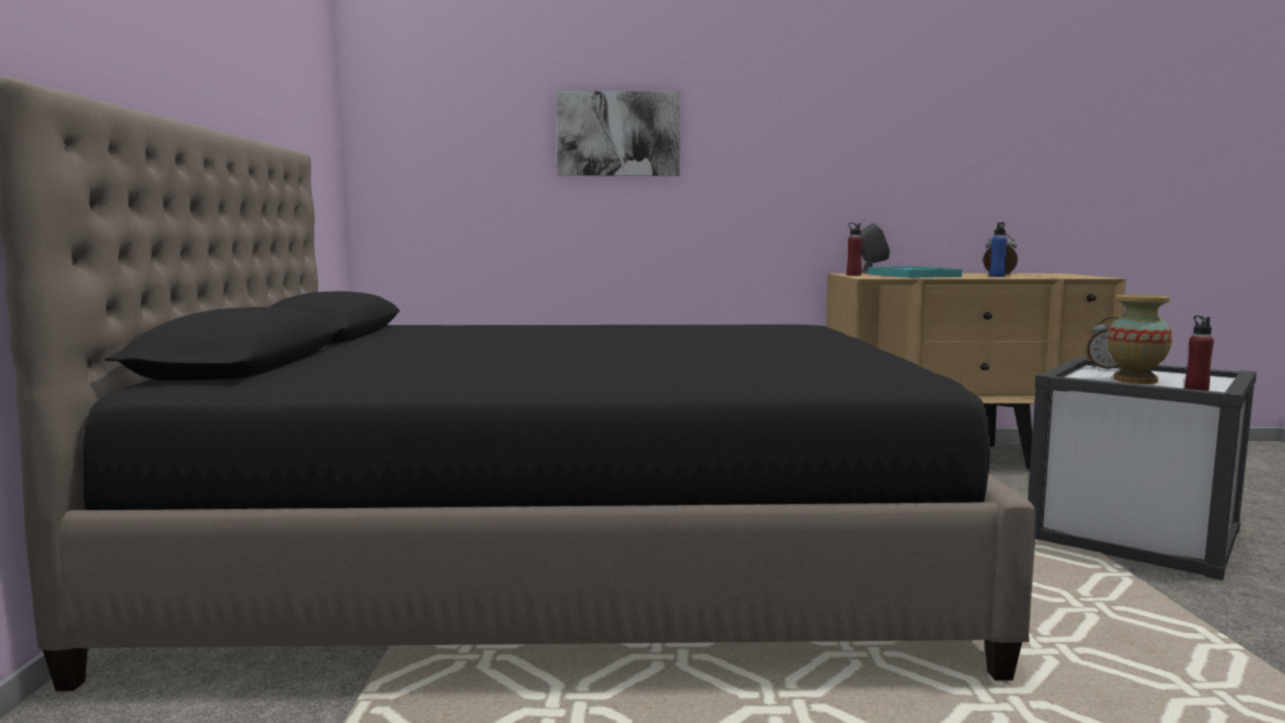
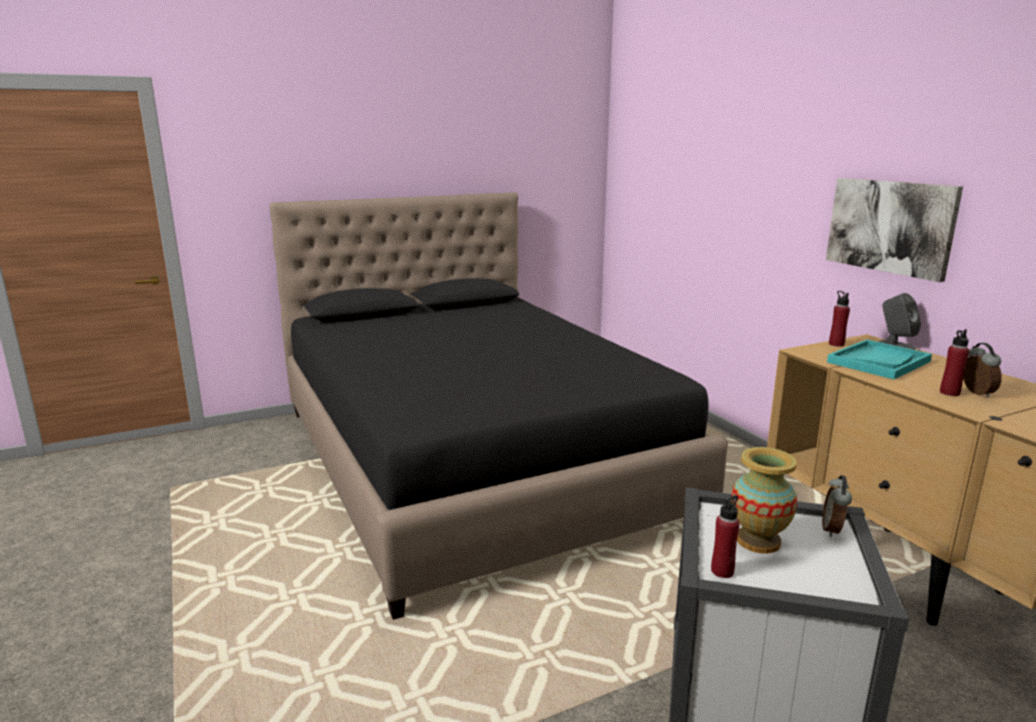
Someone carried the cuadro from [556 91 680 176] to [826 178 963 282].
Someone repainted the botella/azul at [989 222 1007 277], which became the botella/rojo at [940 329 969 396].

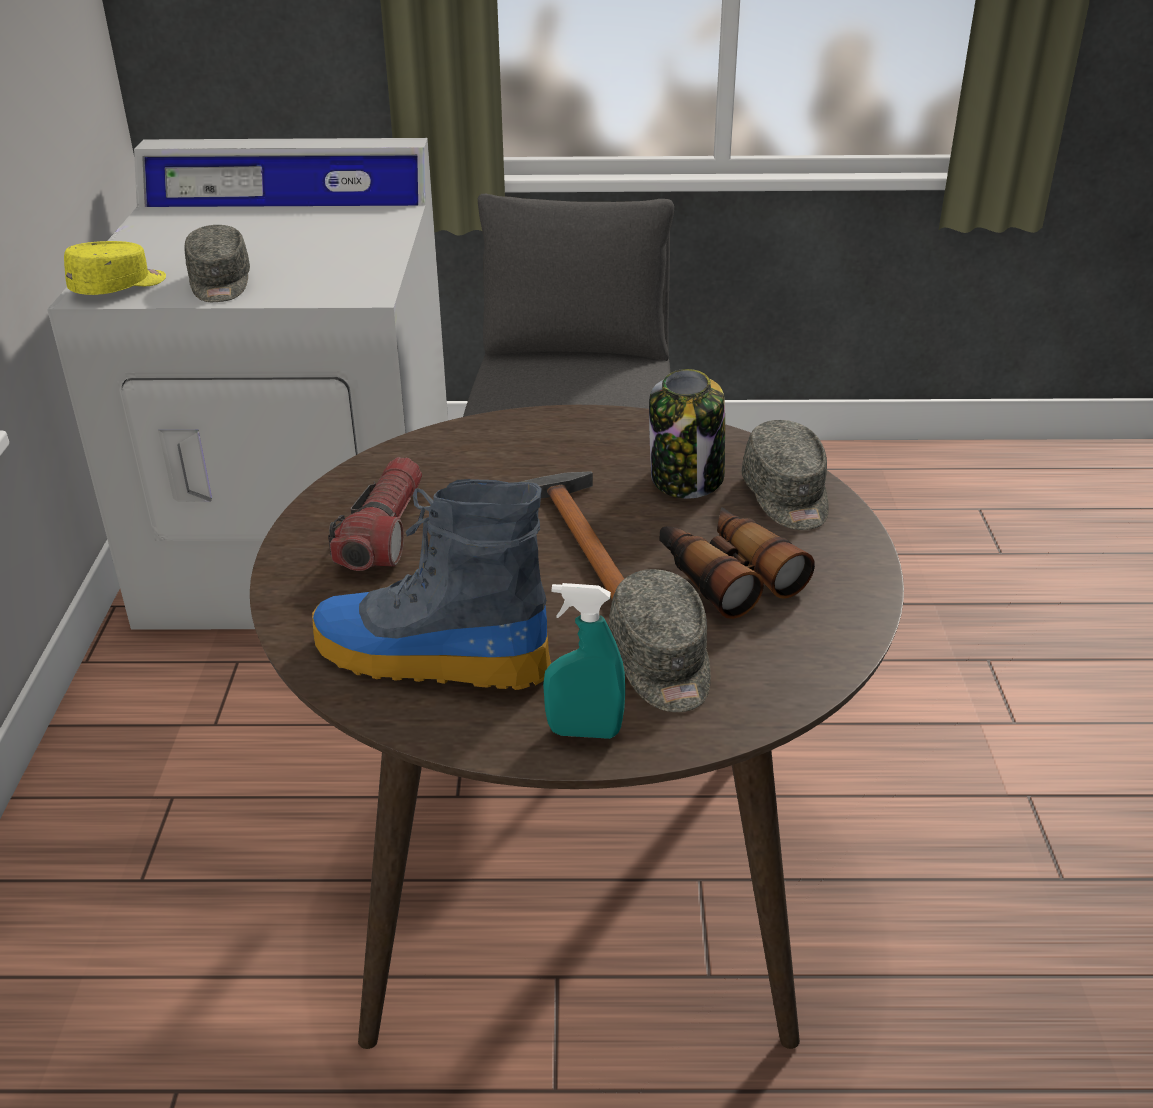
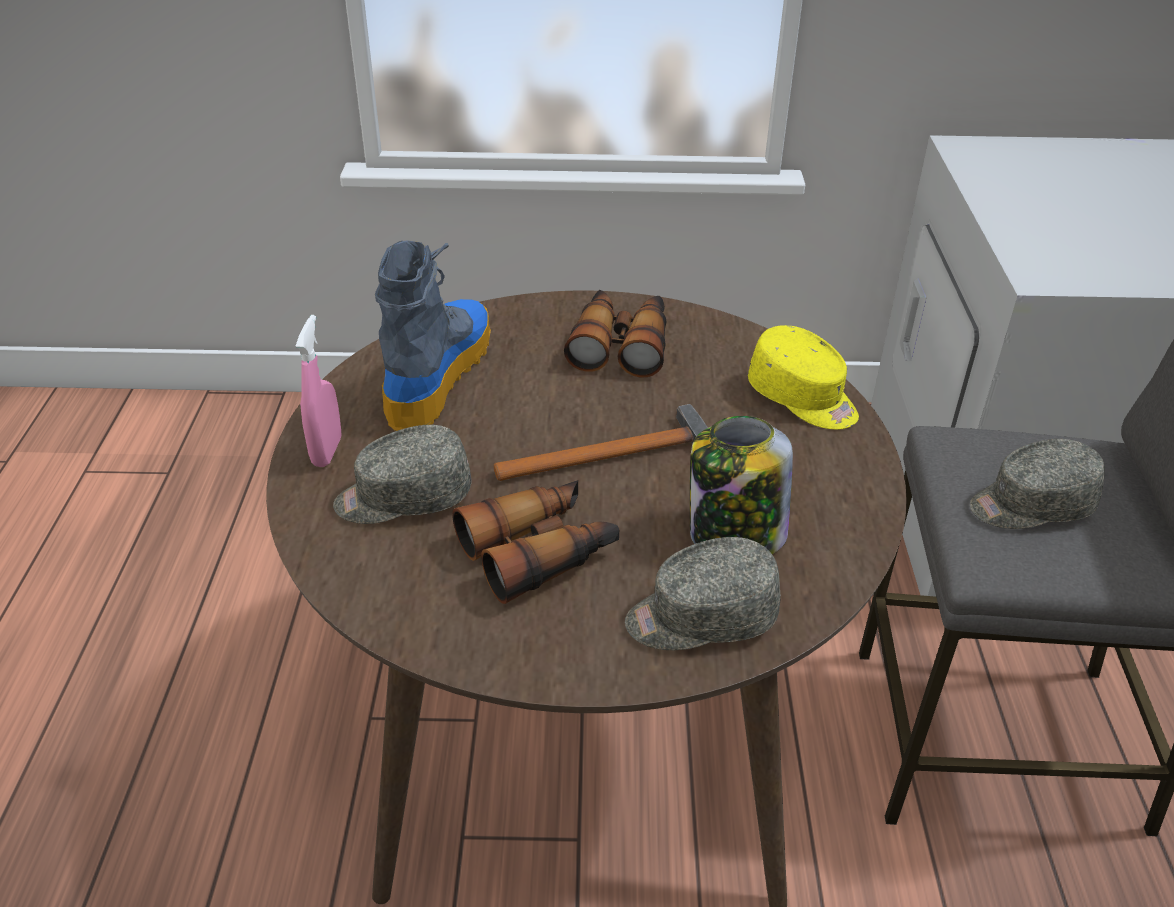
Someone repainted the pulverizador/turquesa at [543 583 625 739], which became the pulverizador/rosa at [295 315 342 467].
Someone swapped the linterna at [328 457 422 571] for the prismáticos at [564 290 667 377].
Someone carried the gorra/amarillo from [64 241 166 295] to [748 325 859 430].
Someone carried the gorra/gris from [184 225 250 302] to [970 439 1105 529].

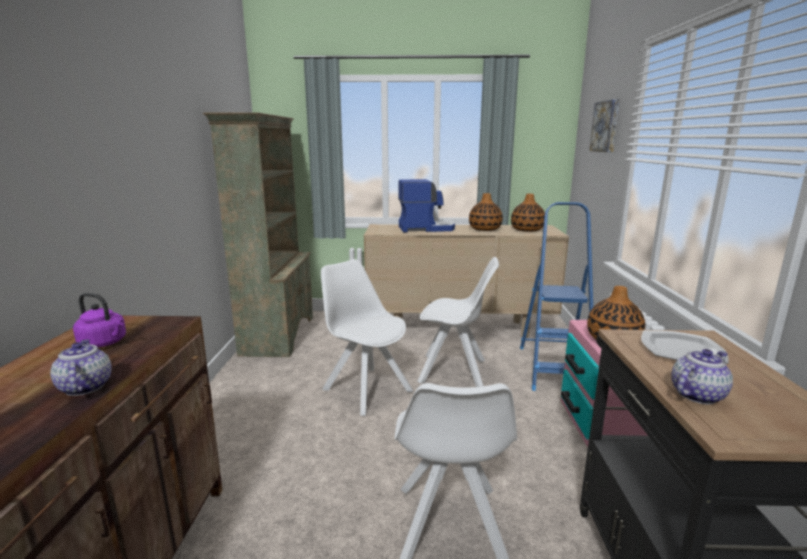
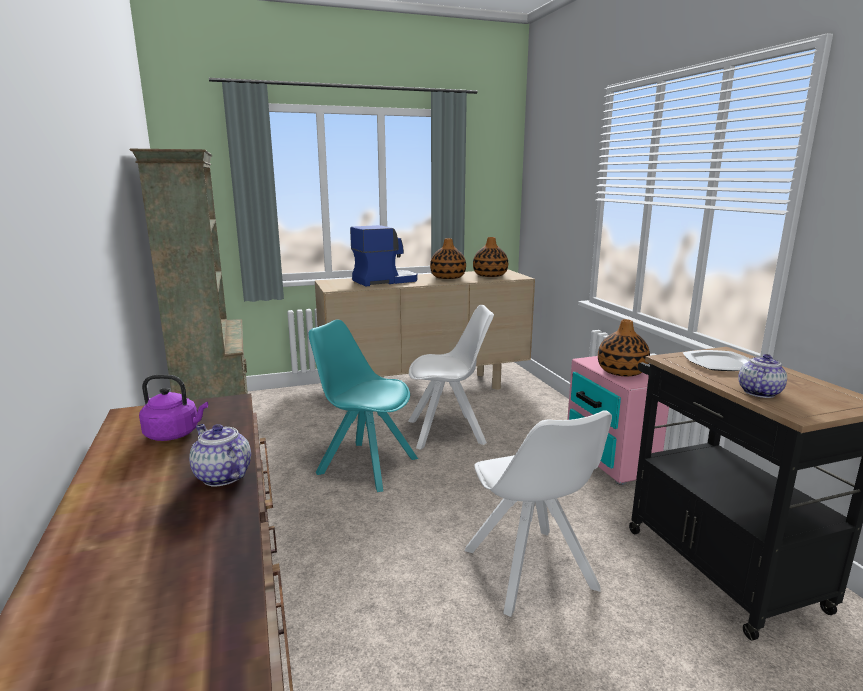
Someone repainted the silla/blanco at [321 259 413 416], which became the silla/turquesa at [309 319 418 492].
Someone took away the escalera de tijera/azul at [520 202 593 391].
Someone took away the cuadro at [589 99 620 152].

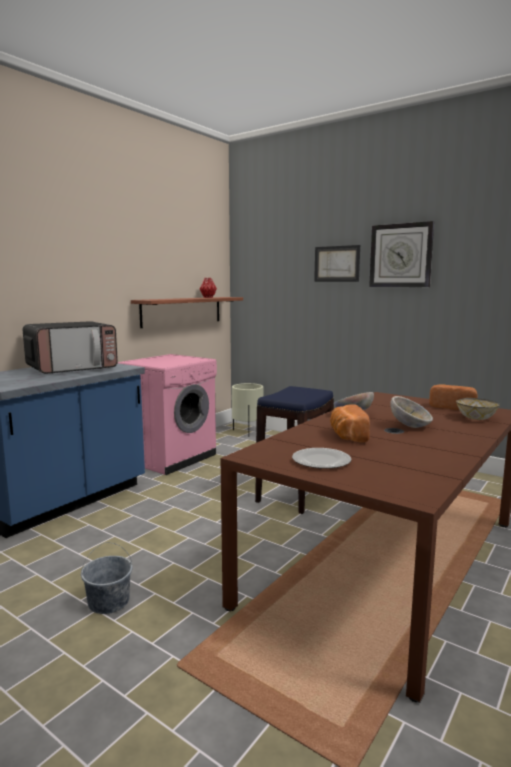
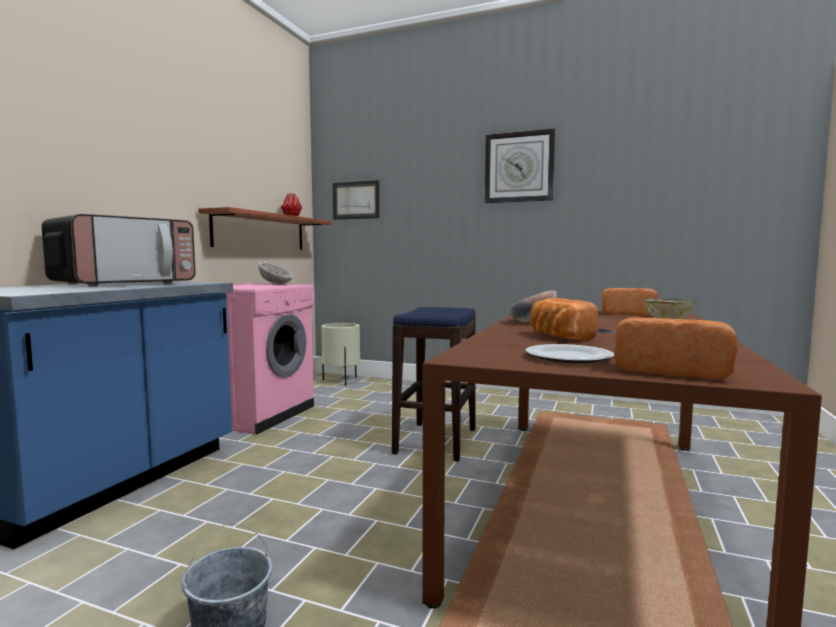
Someone carried the cuenco from [390 396 433 428] to [258 262 293 285].
Someone carried the cuadro from [314 245 360 282] to [333 180 379 220].
Someone put down the pan at [614 317 737 380].

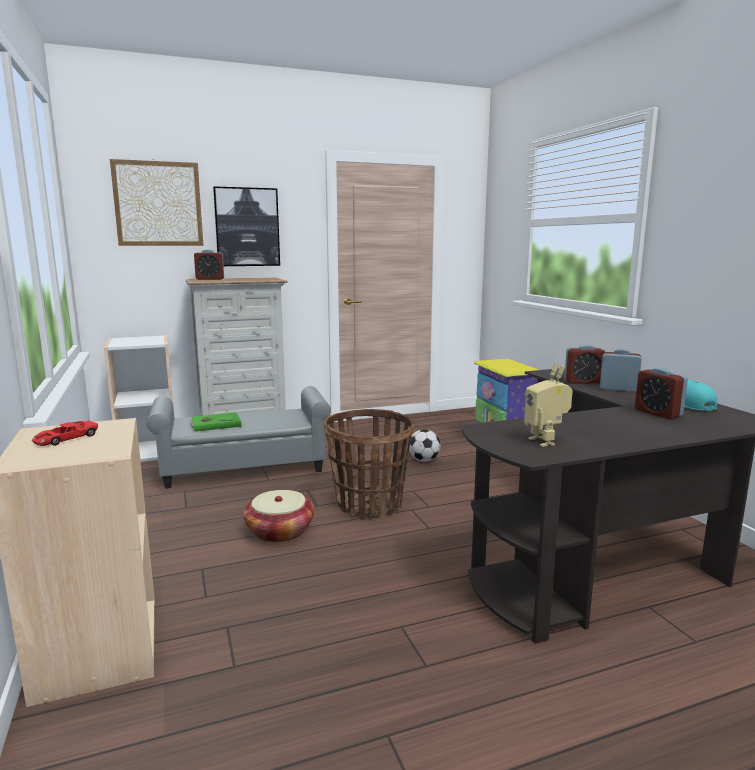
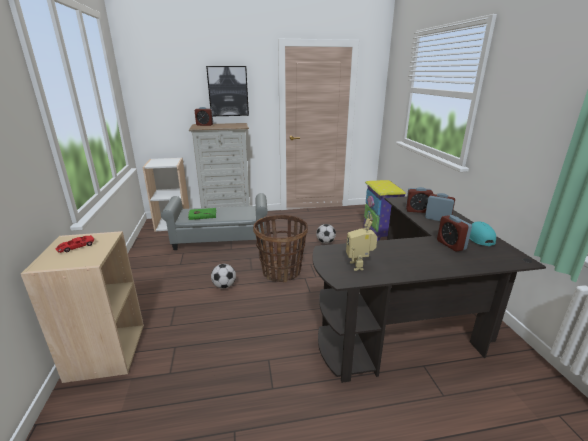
Someone swapped the cesta at [243 490 314 543] for the balón de fútbol at [211 264 236 289].
Someone took away the cuadro at [110 159 204 246].

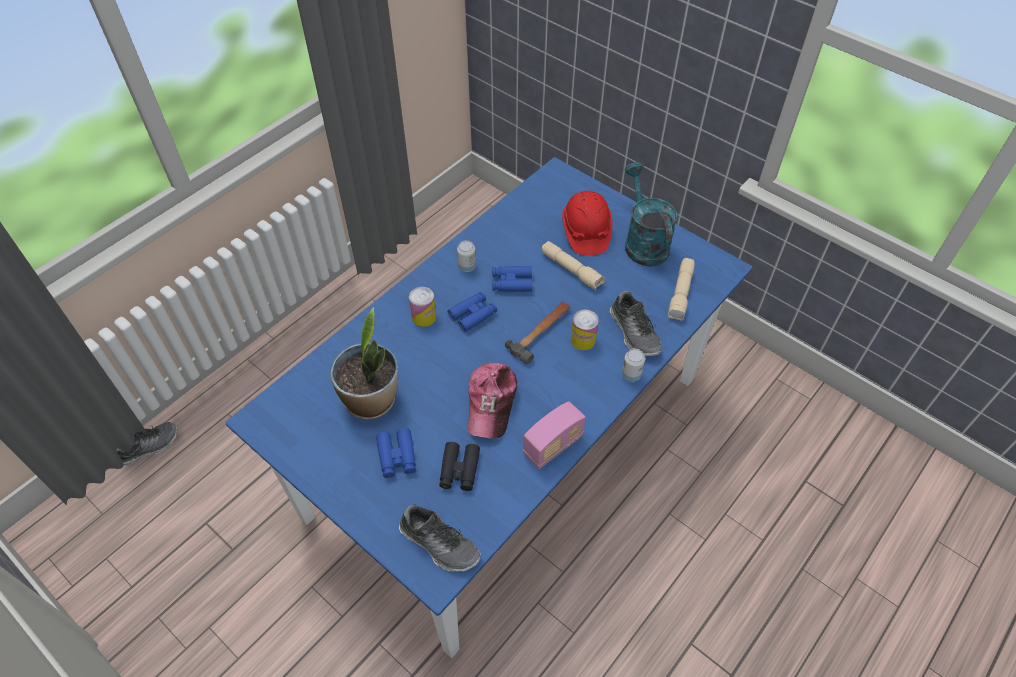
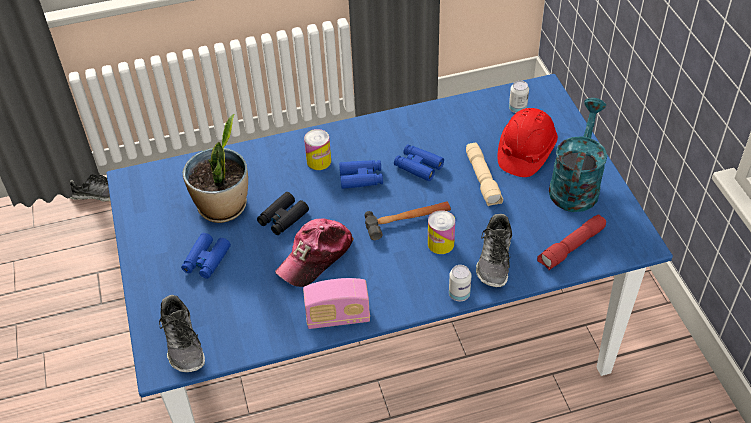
Someone carried the prismáticos/negro from [439 442 480 491] to [257 192 309 235].
Someone carried the lata from [457 240 476 272] to [509 80 529 113].
Someone repainted the linterna/beis at [668 258 695 321], which became the linterna/rojo at [537 214 606 270].

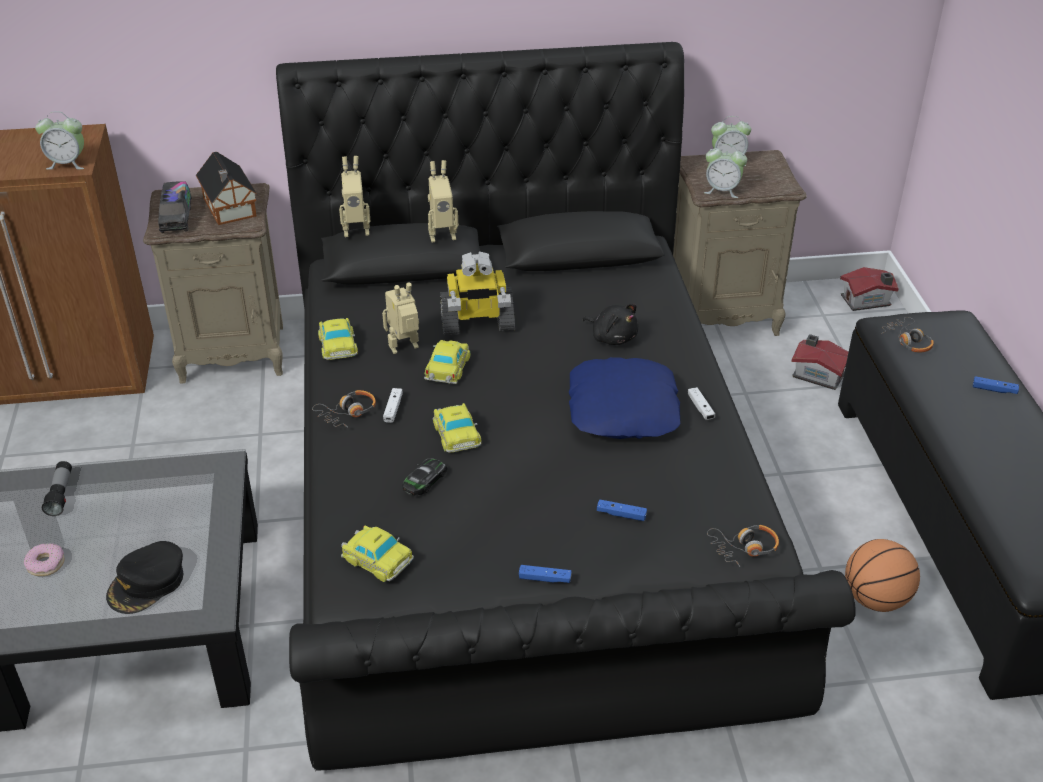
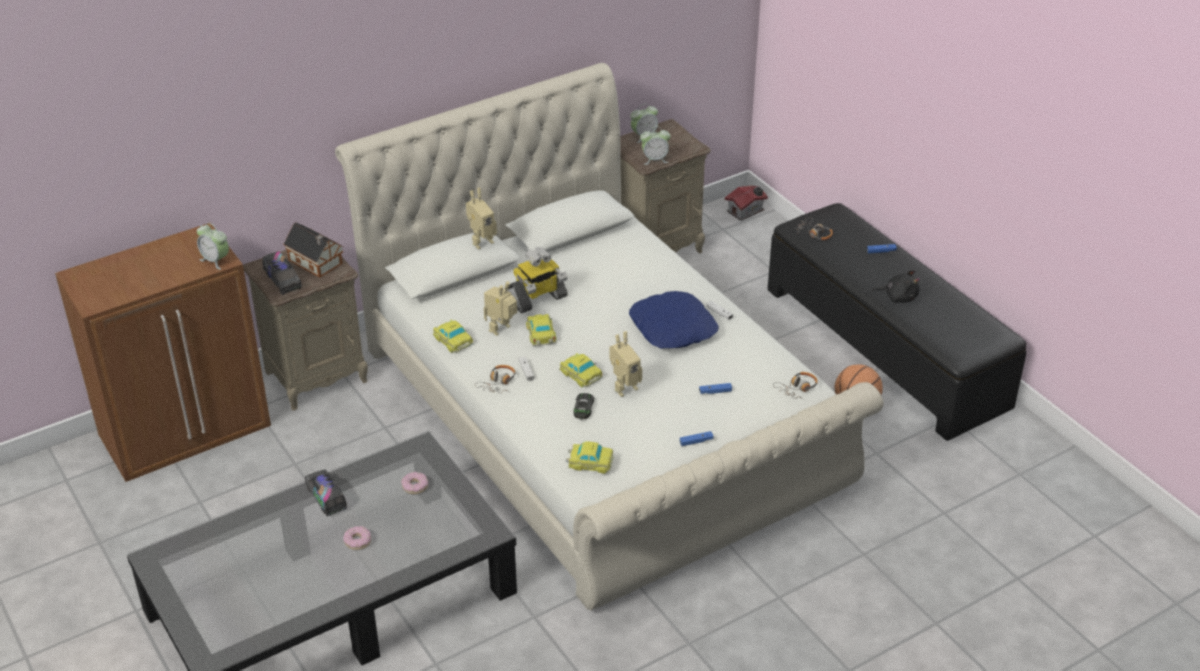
Someone rotated the despertador at [35 111 84 170] by 60 degrees clockwise.
Someone swapped the linterna at [42 461 72 516] for the camión de juguete at [305 470 347 516].
Someone repainted the cama/negro at [276 42 856 771], which became the cama/beis at [335 63 884 611].
Someone put down the rosquilla at [401 472 428 494].
Someone carried the robot de juguete from [339 156 370 237] to [610 331 642 397].
Someone carried the peluche/negro from [582 304 638 345] to [872 270 920 303].
Someone took away the gorra/negro at [106 541 183 614].
Someone took away the casita at [792 334 848 390].

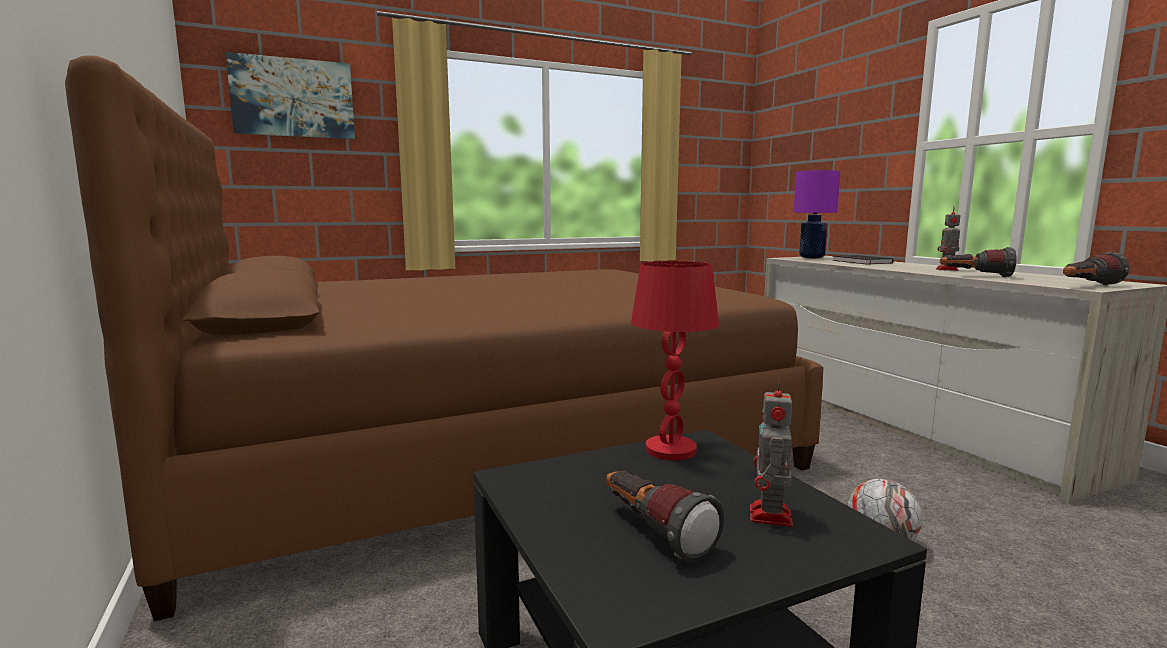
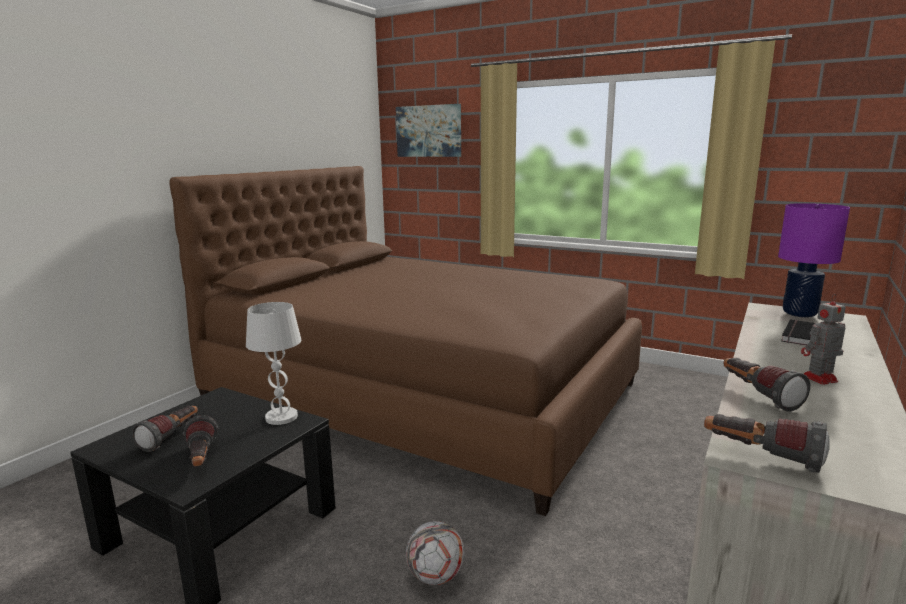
Someone swapped the robot de juguete at [750 378 793 527] for the linterna at [183 415 218 466].
Someone repainted the lámpara de mesa/rojo at [631 261 719 461], which became the lámpara de mesa/blanco at [246 302 301 425].

